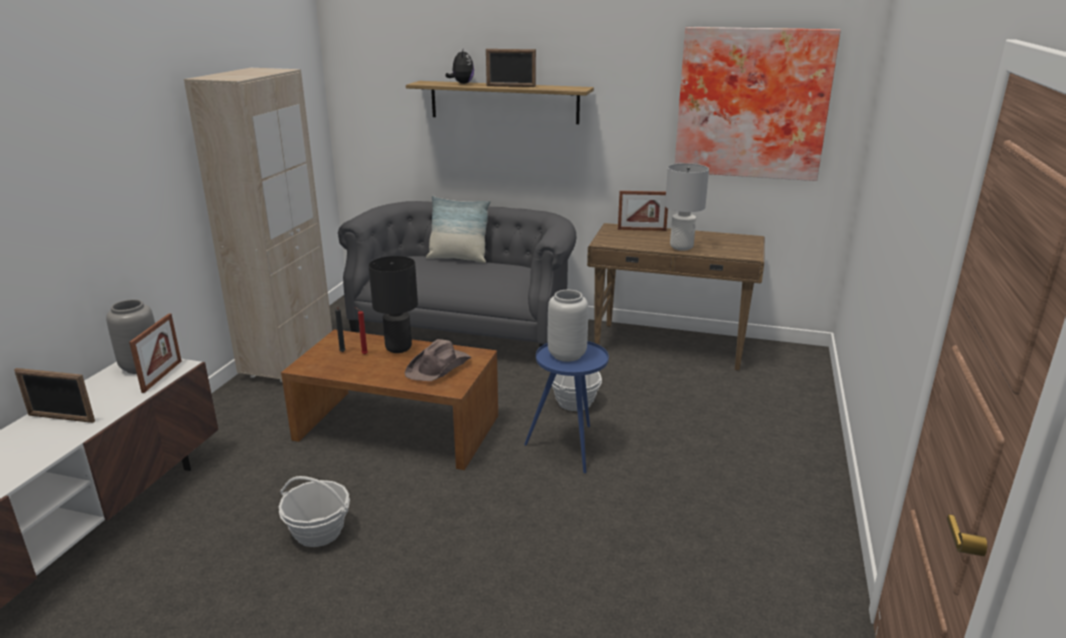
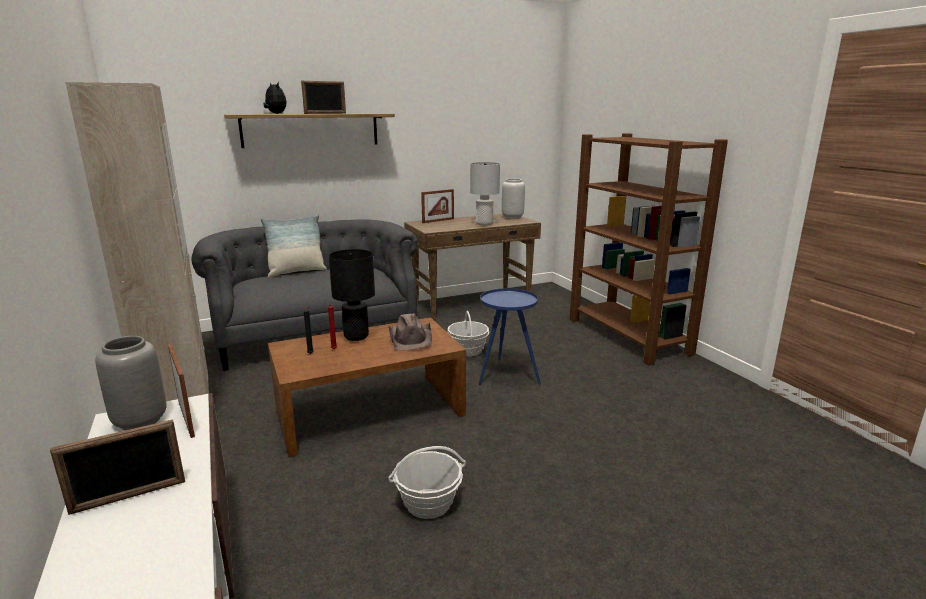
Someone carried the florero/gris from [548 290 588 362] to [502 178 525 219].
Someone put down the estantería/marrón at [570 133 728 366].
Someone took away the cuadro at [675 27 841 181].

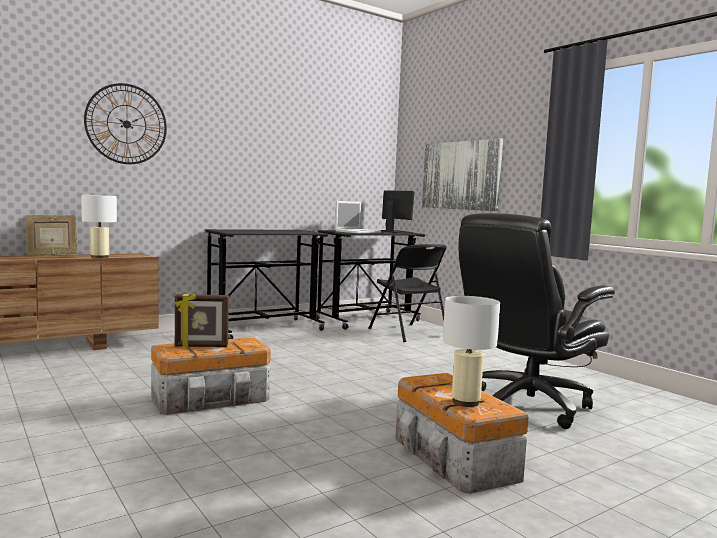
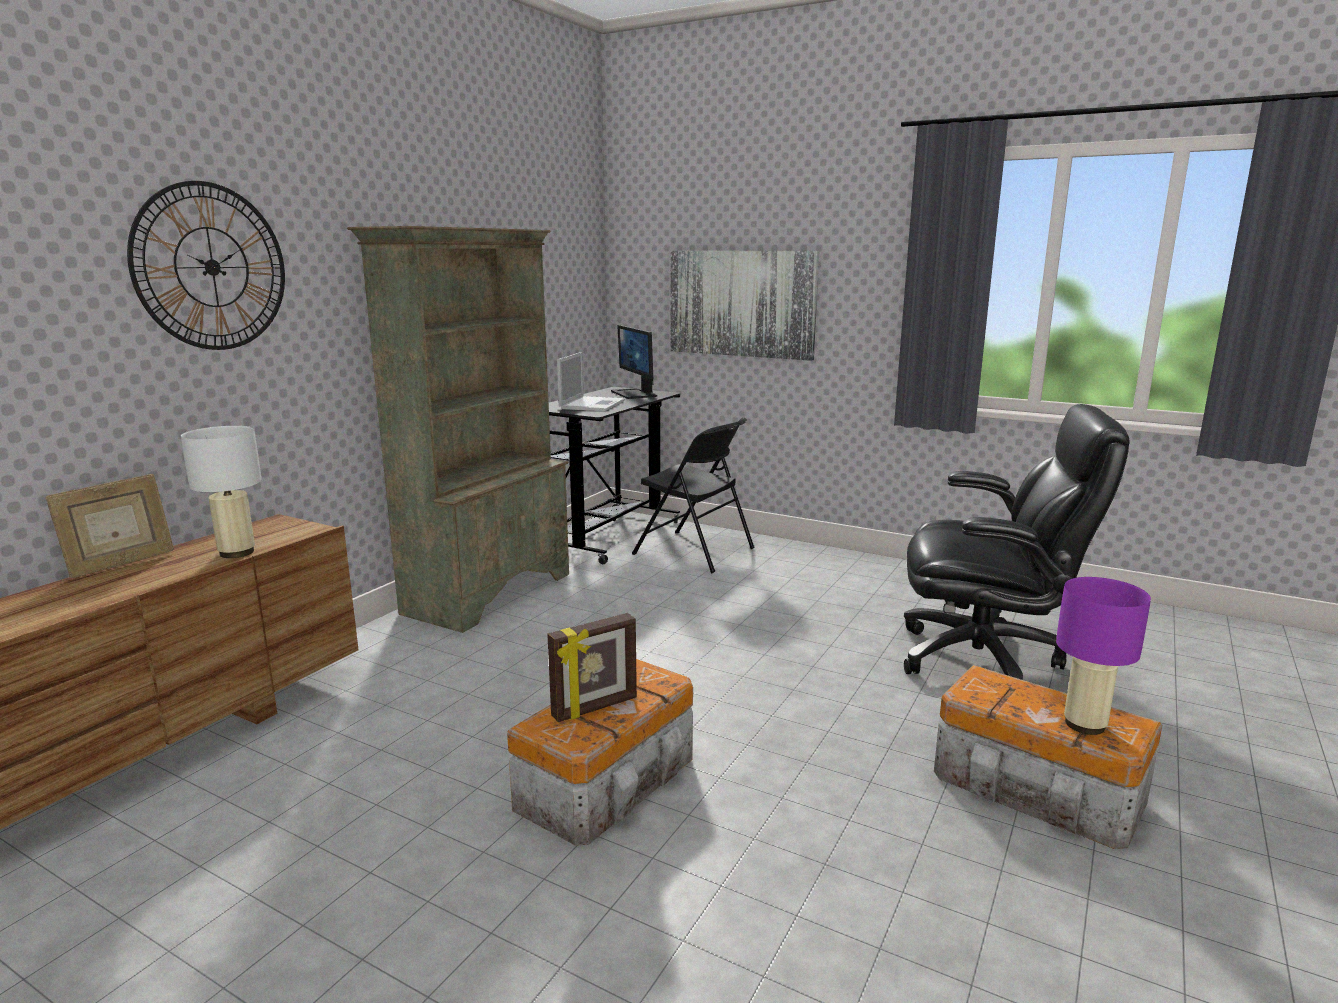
Someone swapped the escritorio/negro at [205 229 328 339] for the estantería/verde at [347 226 569 633].
Someone rotated the monitor at [381 190 414 233] by 150 degrees counterclockwise.
Someone rotated the silla de oficina/negro at [459 213 615 429] by 105 degrees counterclockwise.
Someone repainted the lámpara de mesa/blanco at [443 296 500 407], which became the lámpara de mesa/morado at [1056 577 1151 735].

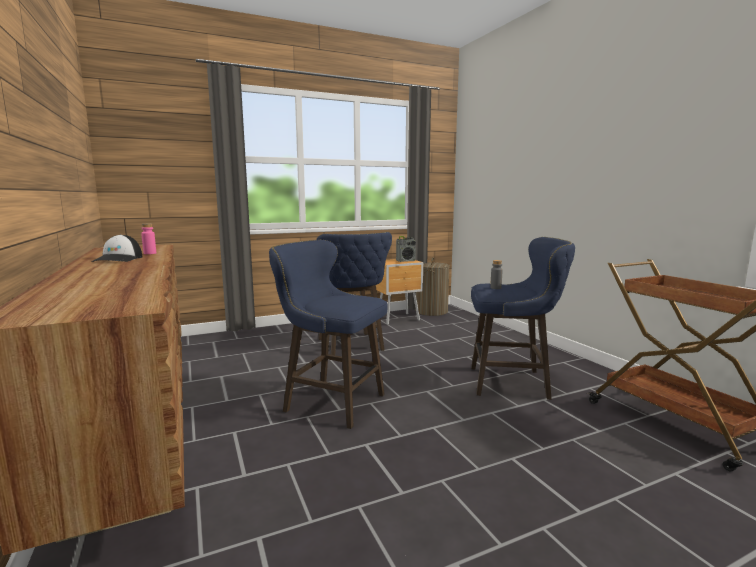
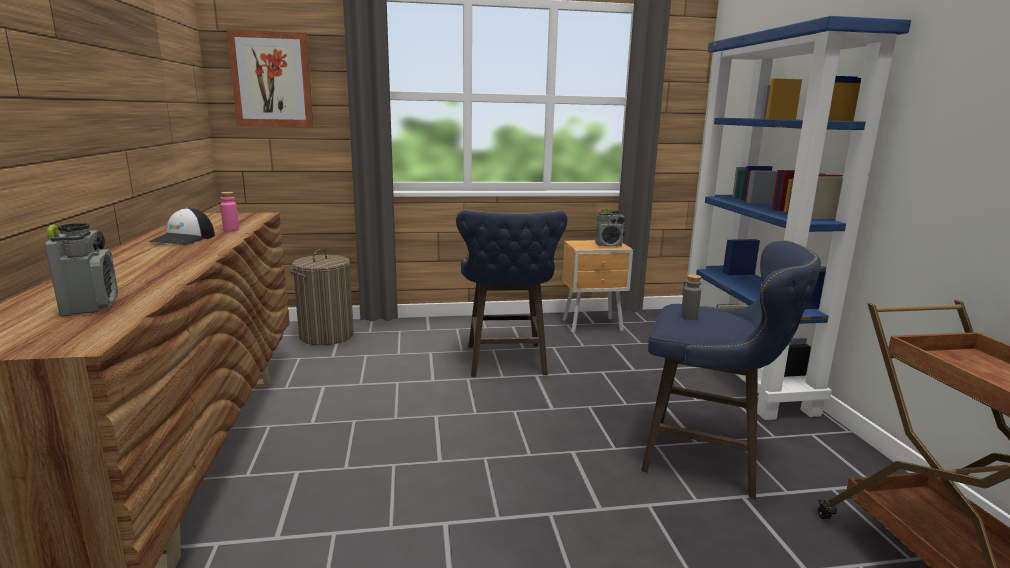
Someone put down the radio at [45 223 118 317].
Someone put up the cuadro at [227 30 314 127].
Someone carried the cesto de la ropa from [415 257 450 316] to [291 249 354 345].
Someone put down the estantería/azul at [689 16 911 420].
Someone took away the taburete/azul at [269 240 388 429].

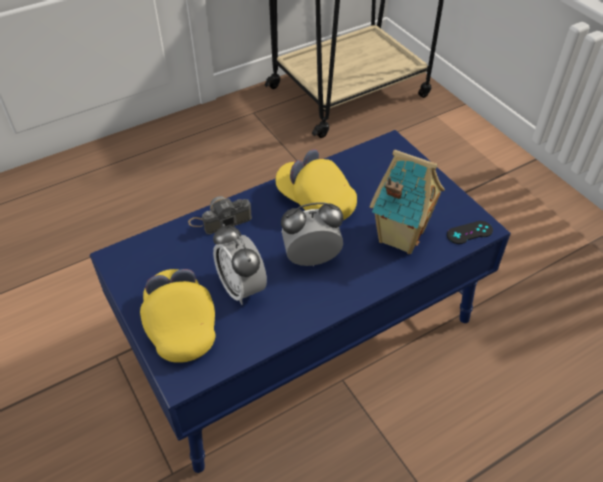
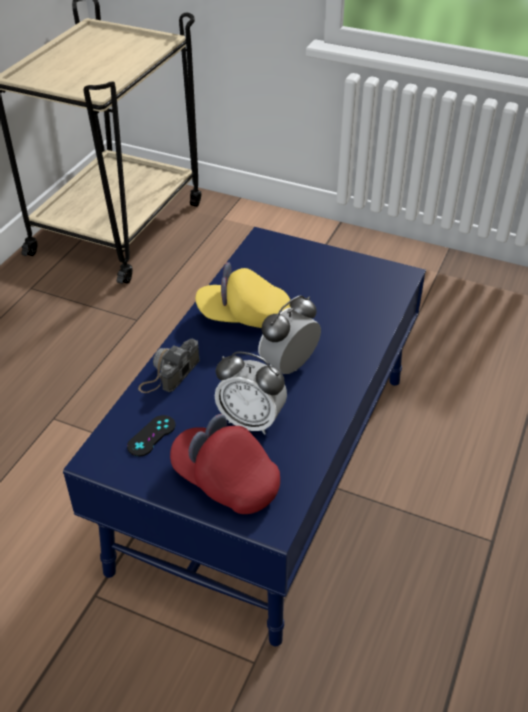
Someone carried the mando de consola/negro from [447 221 493 244] to [127 415 175 456].
Someone repainted the gorra/amarillo at [140 269 216 363], which became the gorra/rojo at [170 414 280 514].
Someone took away the casita at [370 150 445 254].

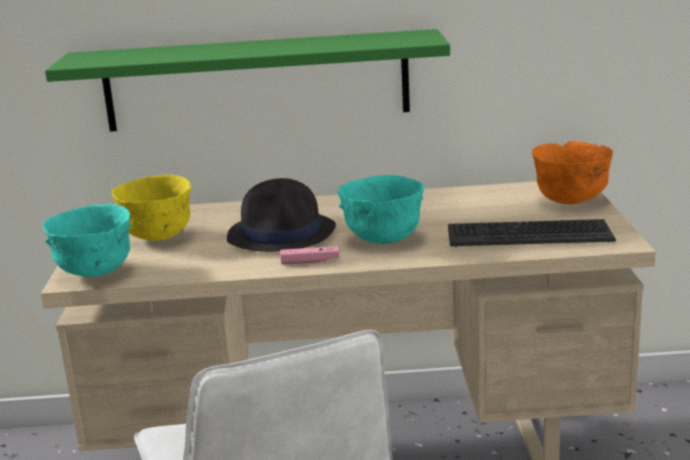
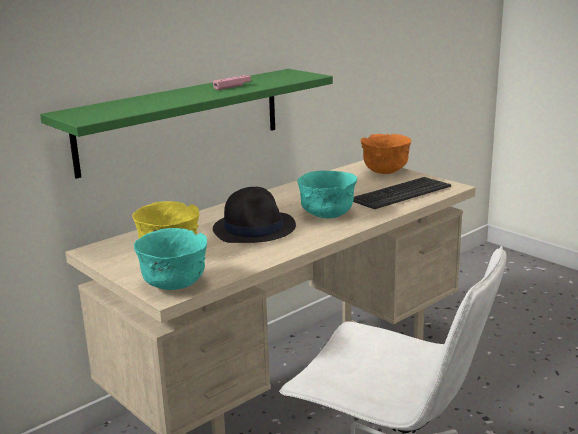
Someone carried the mando de consola/rosa from [280 246 340 264] to [213 75 251 90].

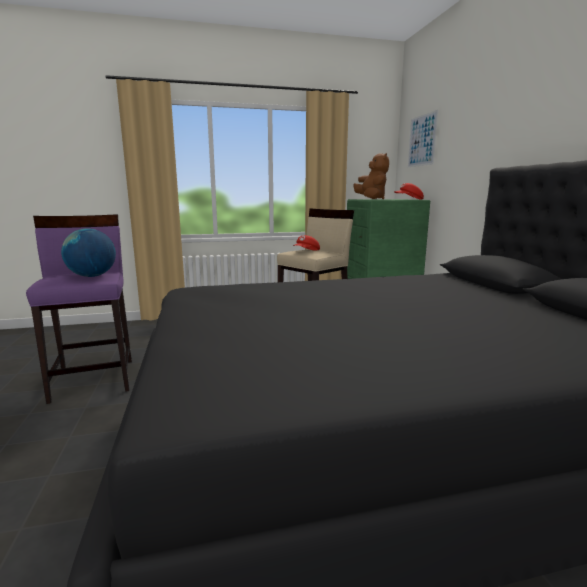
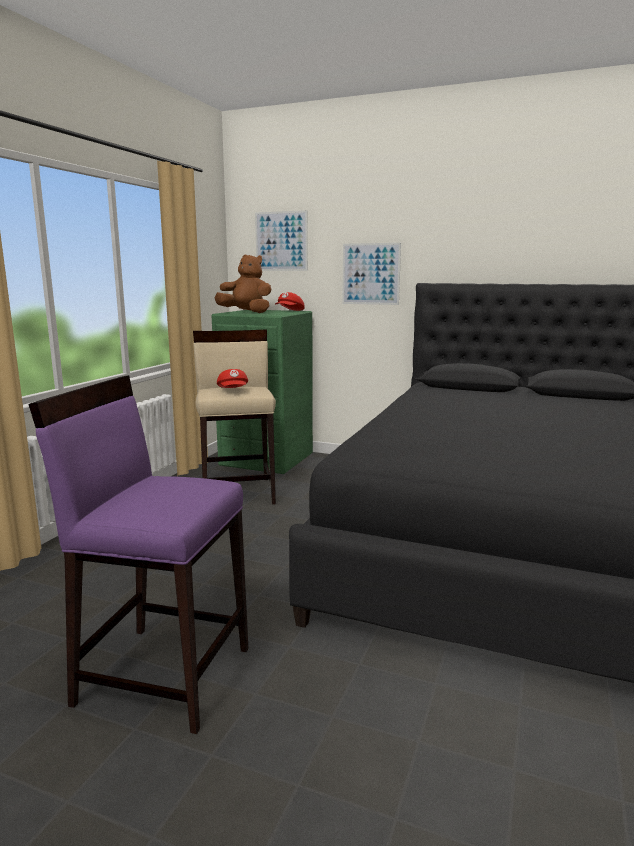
Someone put up the cuadro at [342 243 401 305].
Someone took away the globo terráqueo at [61 228 116 277].

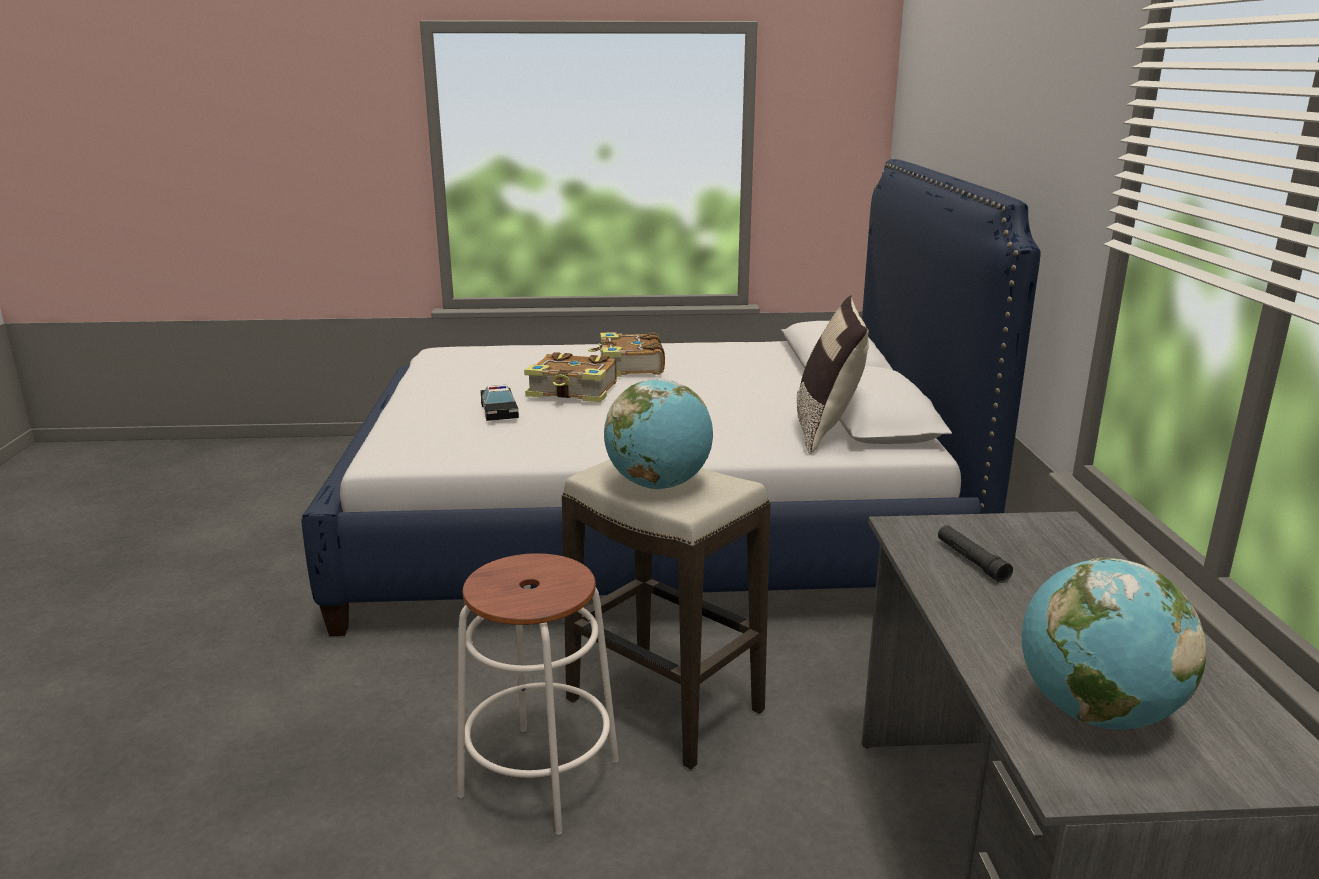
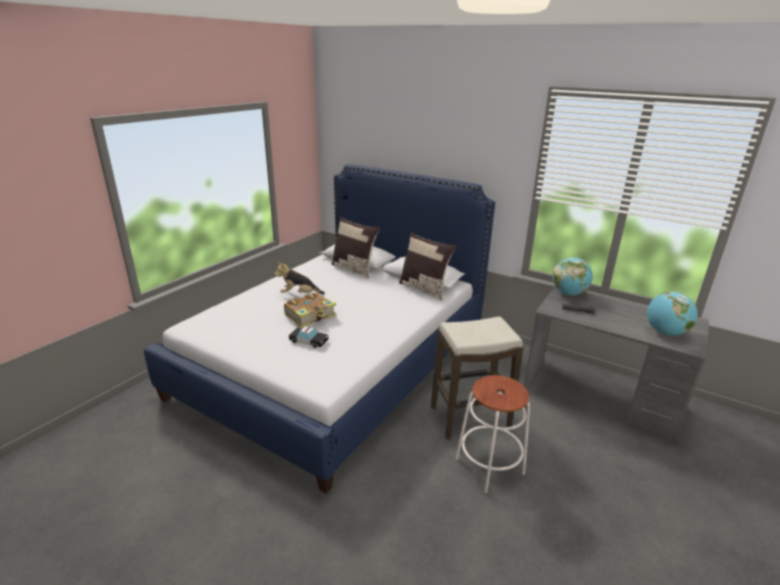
Someone swapped the libro at [588 332 665 377] for the peluche at [274 262 325 294].
Someone put down the cojín at [332 217 380 279].
Someone carried the globo terráqueo from [604 378 713 489] to [553 257 593 295].

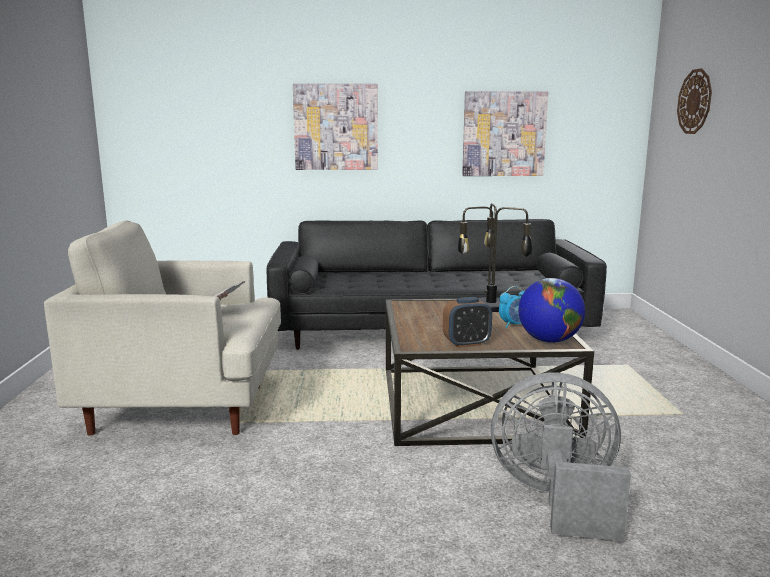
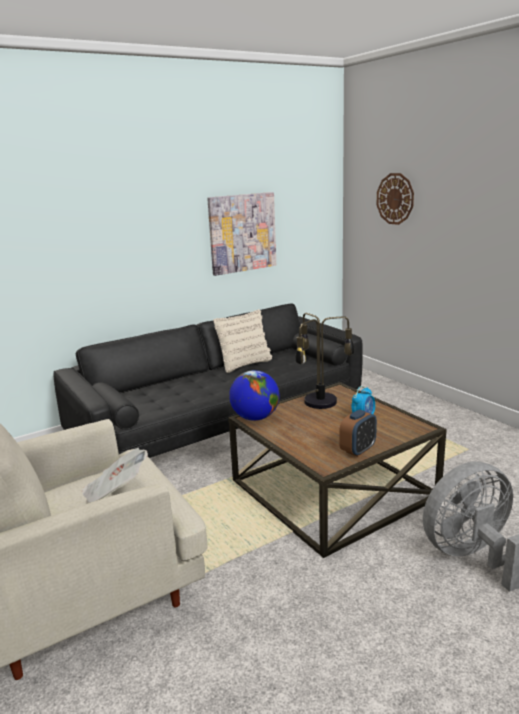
Someone put down the cojín/beis at [213 309 272 373].
Someone carried the globo terráqueo from [518 278 585 343] to [229 370 279 421].
Someone took away the cuadro at [293 83 378 170].

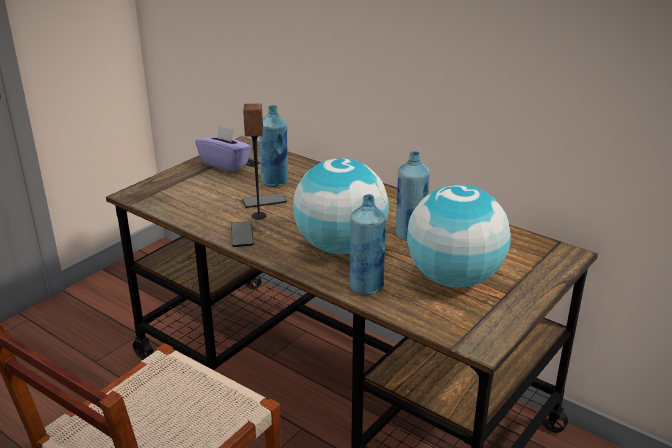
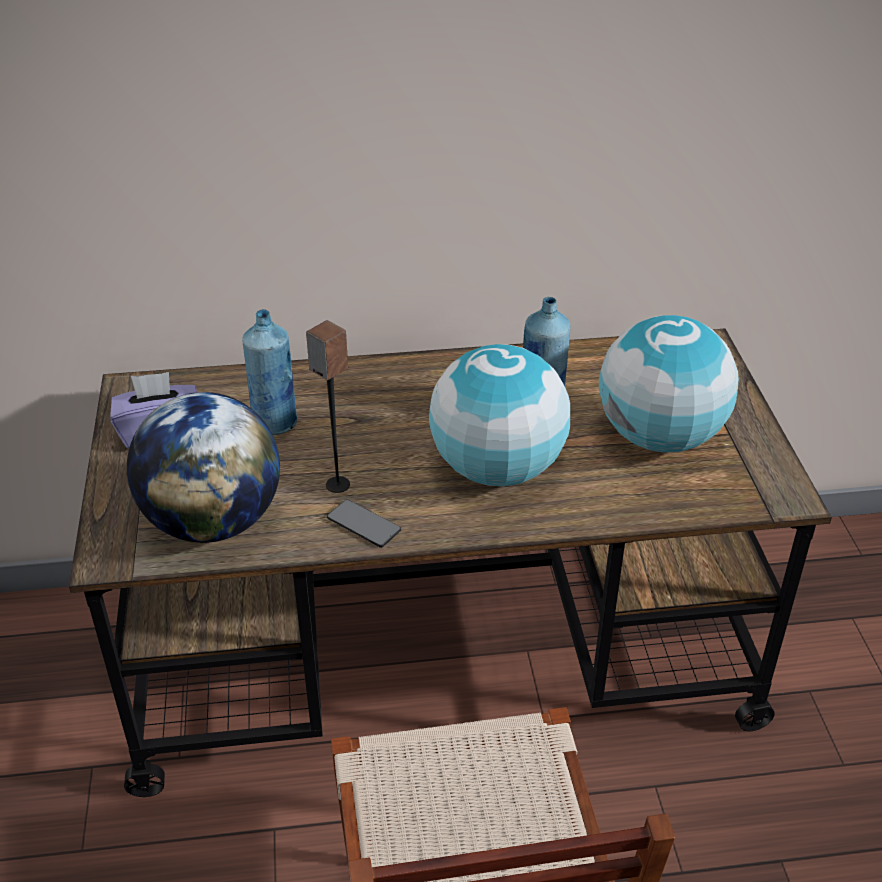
Someone put down the globo terráqueo at [127 392 280 543].
Someone took away the móvil at [242 193 287 208].
Someone took away the botella/azul at [349 194 386 295].

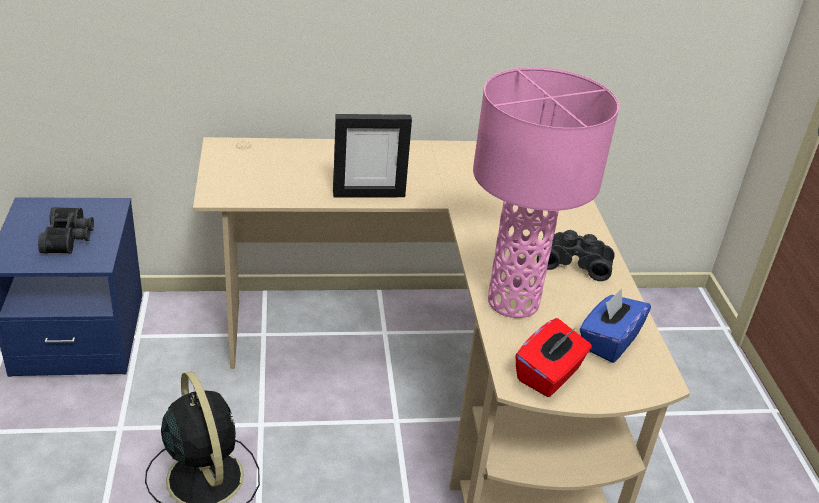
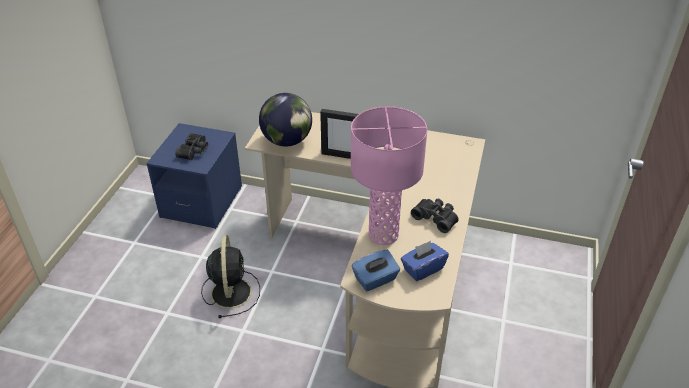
Someone put down the globo terráqueo at [259 93 312 147].
Someone repainted the caja de pañuelos/rojo at [516 318 592 397], which became the caja de pañuelos/azul at [352 250 400 291].

